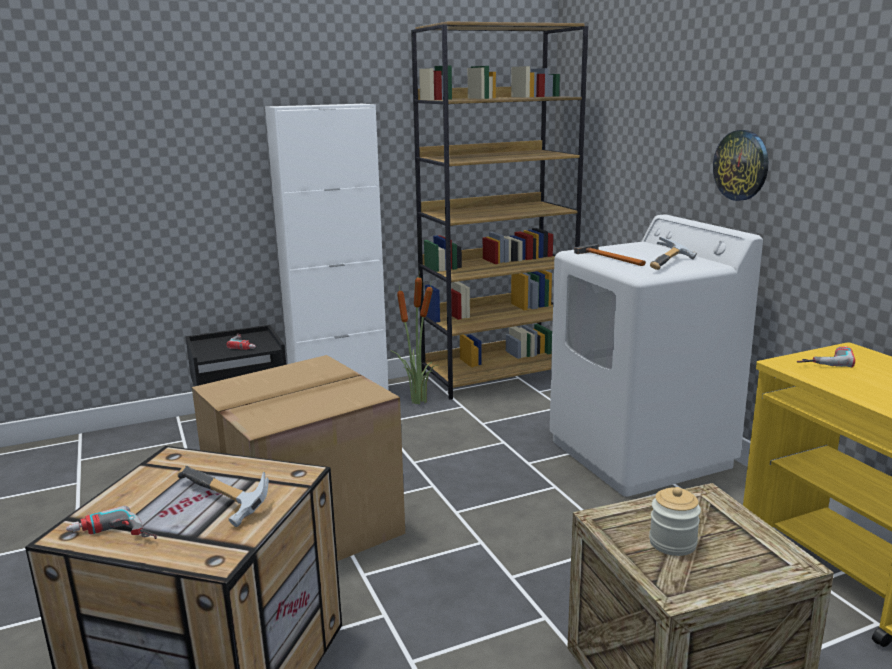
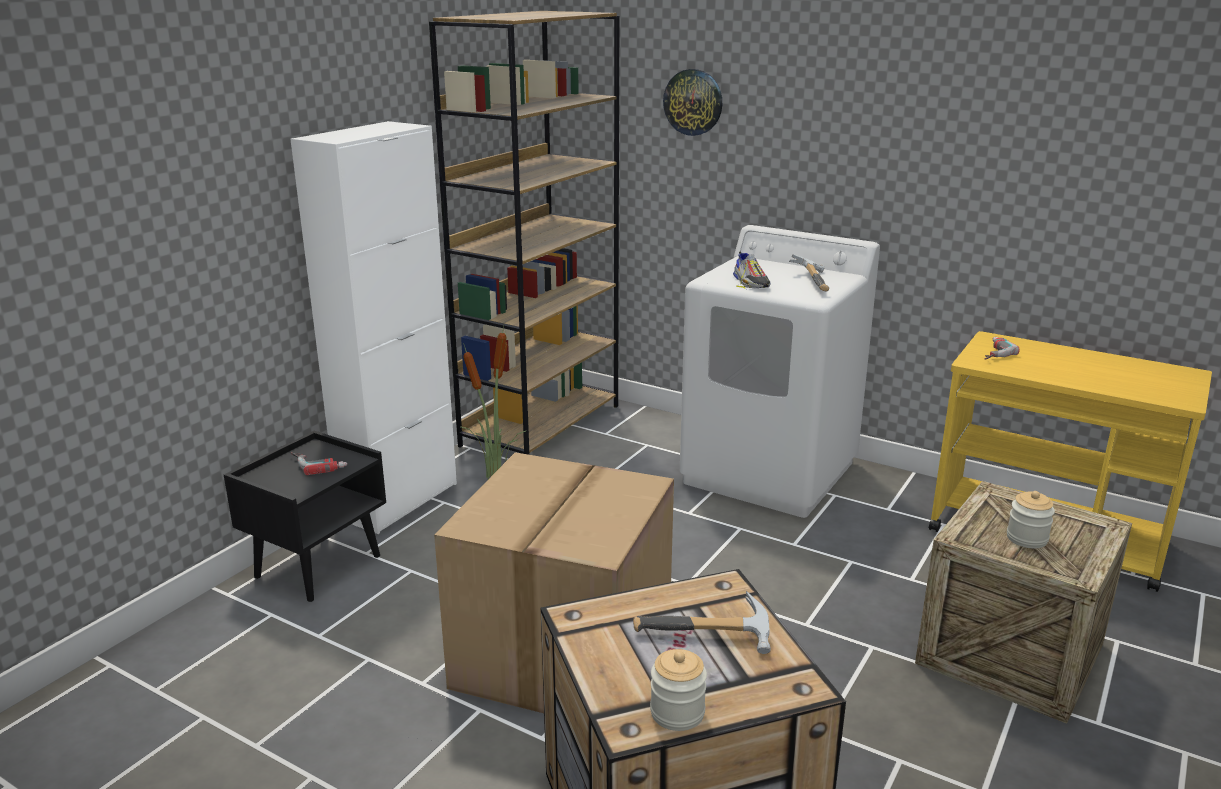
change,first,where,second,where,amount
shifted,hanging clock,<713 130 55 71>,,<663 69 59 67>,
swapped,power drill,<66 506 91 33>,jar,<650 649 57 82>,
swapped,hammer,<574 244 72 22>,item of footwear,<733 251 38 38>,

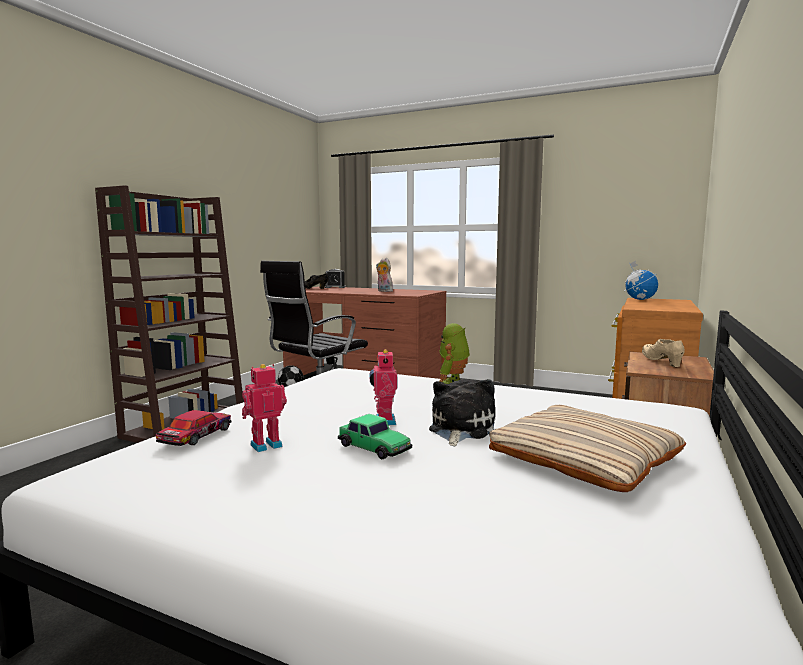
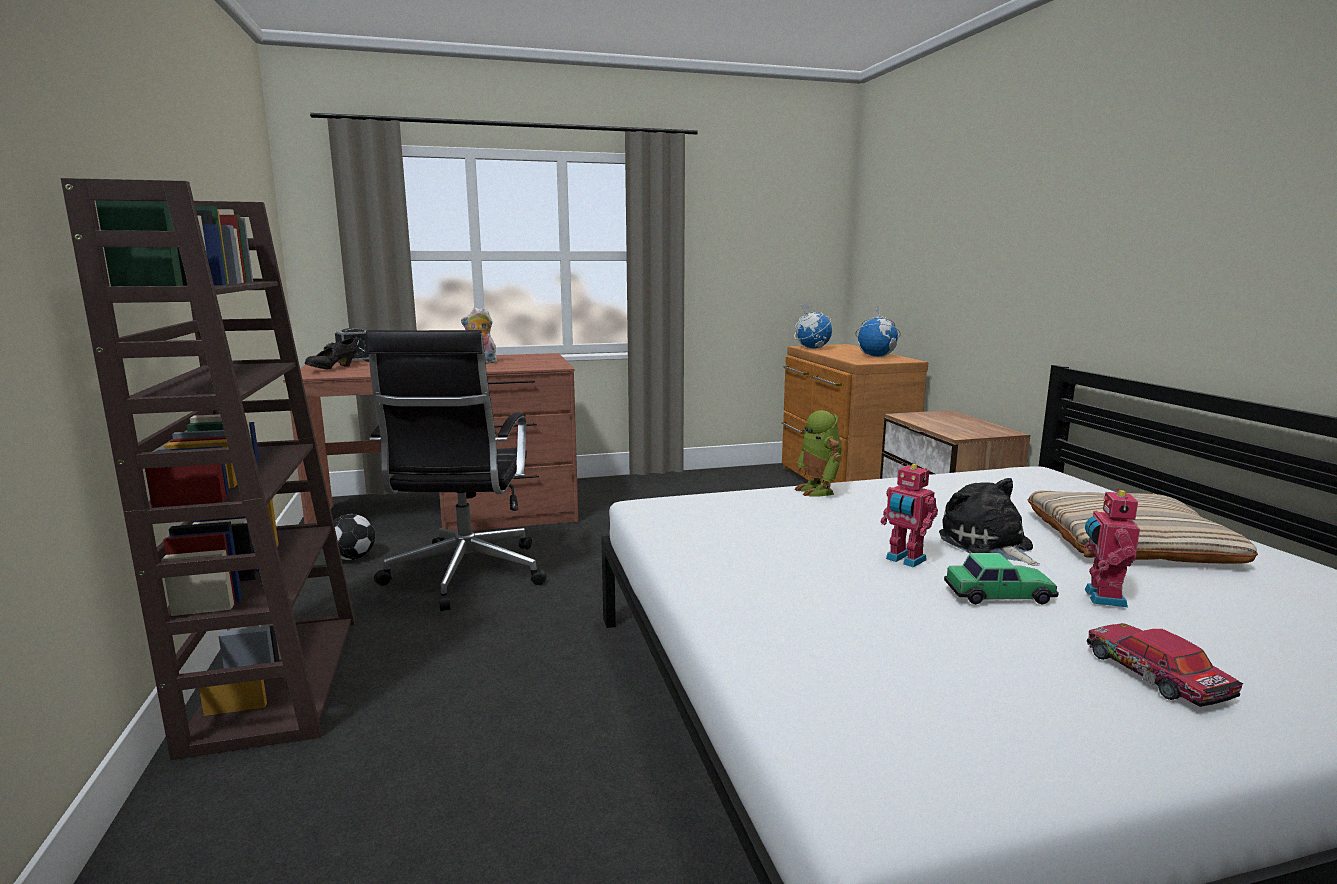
change,first,where,second,where,amount
gone,item of footwear in sand-coloured,<642 339 43 28>,,,
new,,,world globe,<855 305 46 52>,
shifted,miniature car,<156 410 76 36>,,<1087 623 157 84>,
shifted,toy robot,<242 364 45 88>,,<1085 488 55 119>,

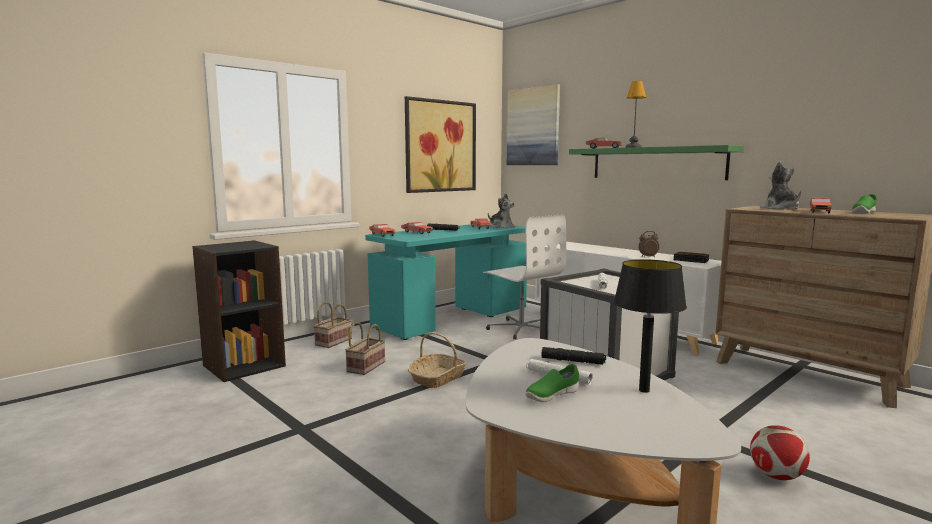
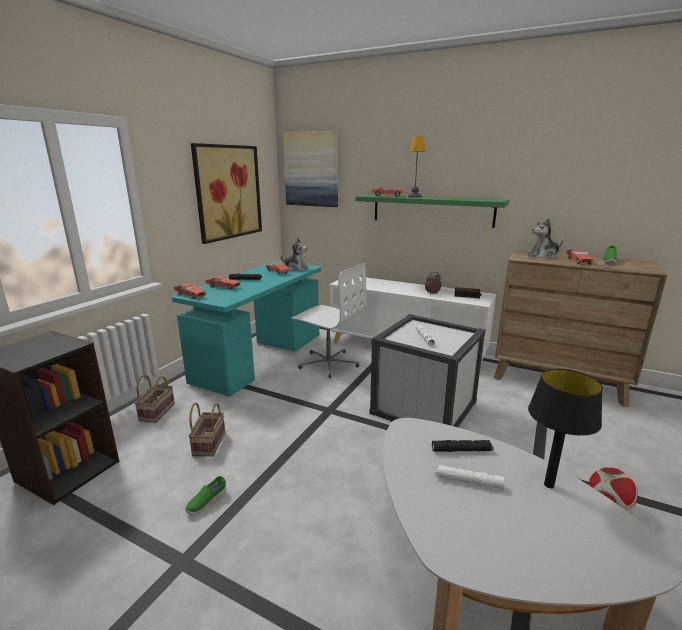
change,first,where,second,where,amount
gone,household basket,<408 332 59 56>,,,
shifted,item of footwear in green,<525 364 54 38>,,<185 476 41 38>,
rotated,cuddly toy,<761 161 40 49>,,<528 218 35 40>,75 degrees counterclockwise

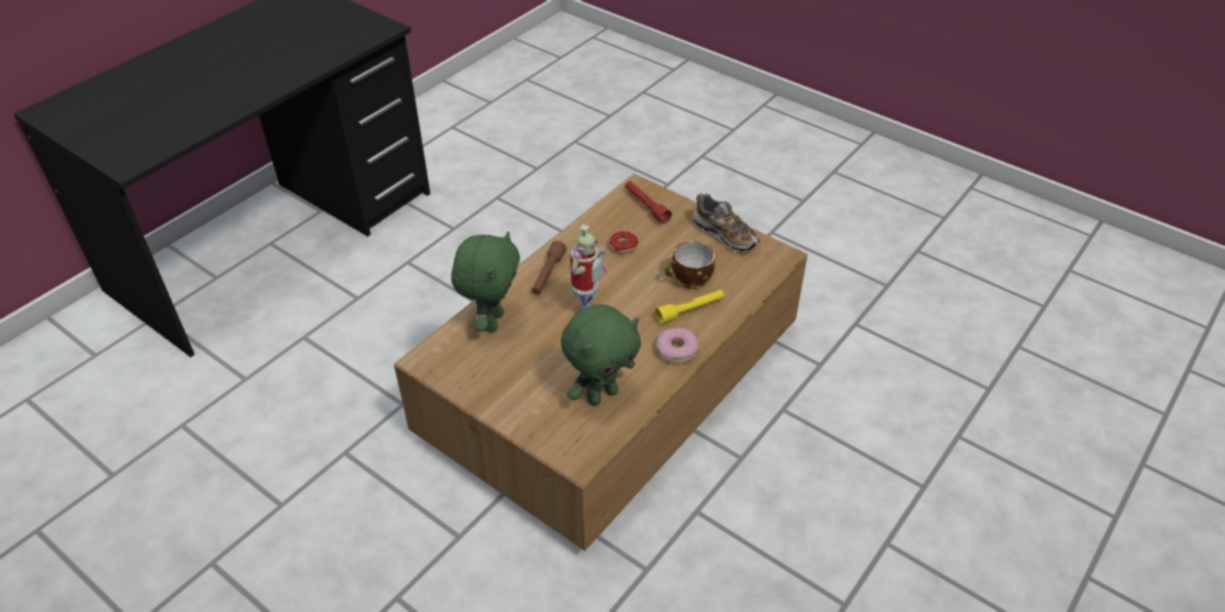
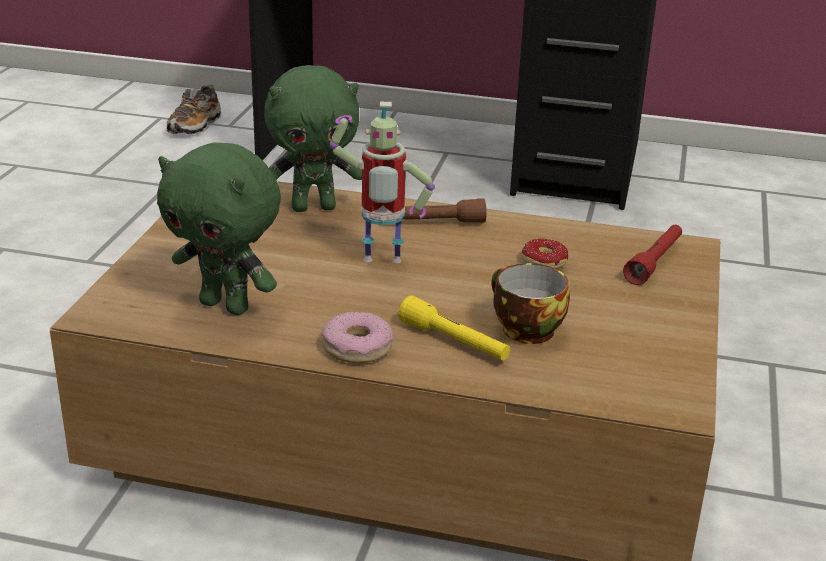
change,first,where,second,where,amount
shifted,item of footwear,<693 193 67 60>,,<167 84 54 51>,

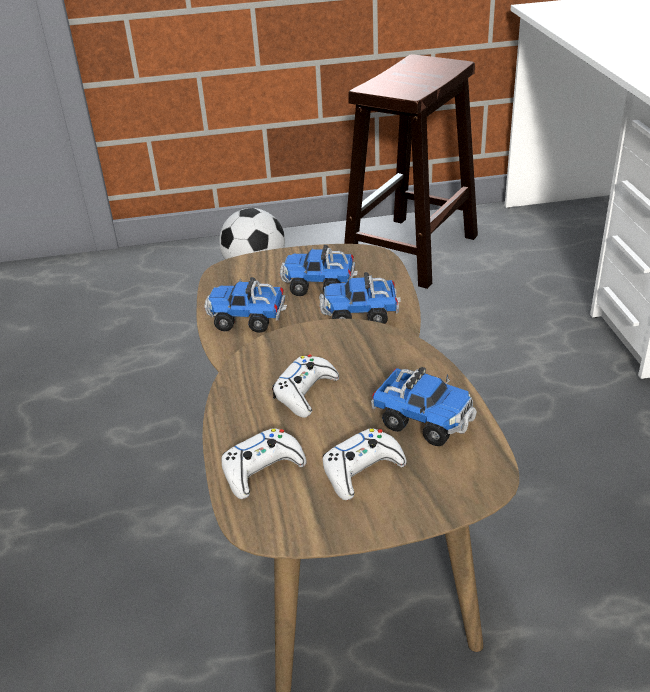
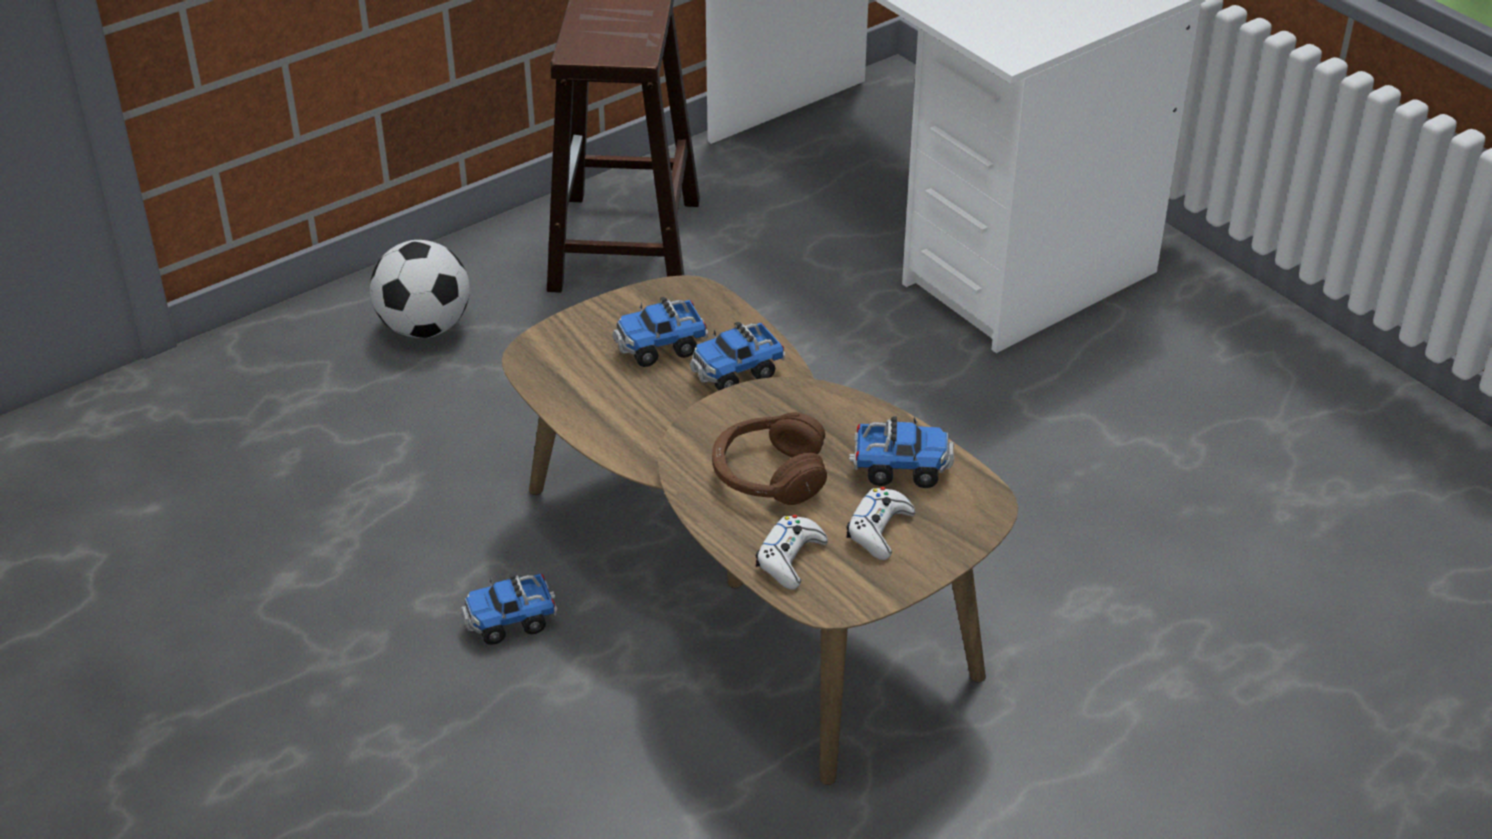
change,first,where,second,where,amount
shifted,toy truck,<204 277 83 56>,,<460 574 97 71>,
swapped,game controller in white,<272 355 67 63>,headset in brown-coloured,<712 412 115 93>,

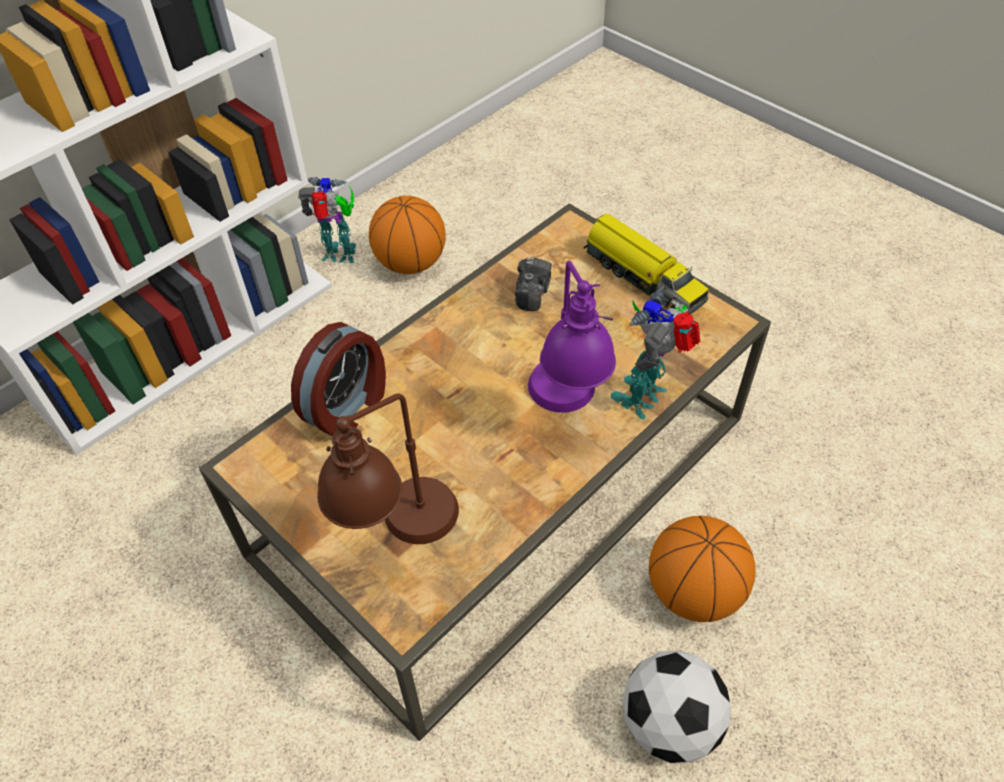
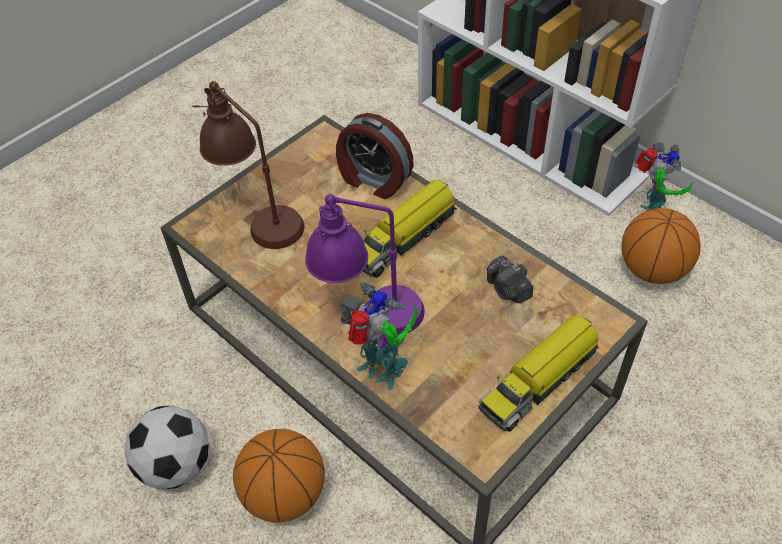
change,first,where,second,where,amount
new,,,toy truck,<363 179 94 99>,
rotated,still camera,<515 257 37 54>,,<487 256 46 47>,45 degrees clockwise

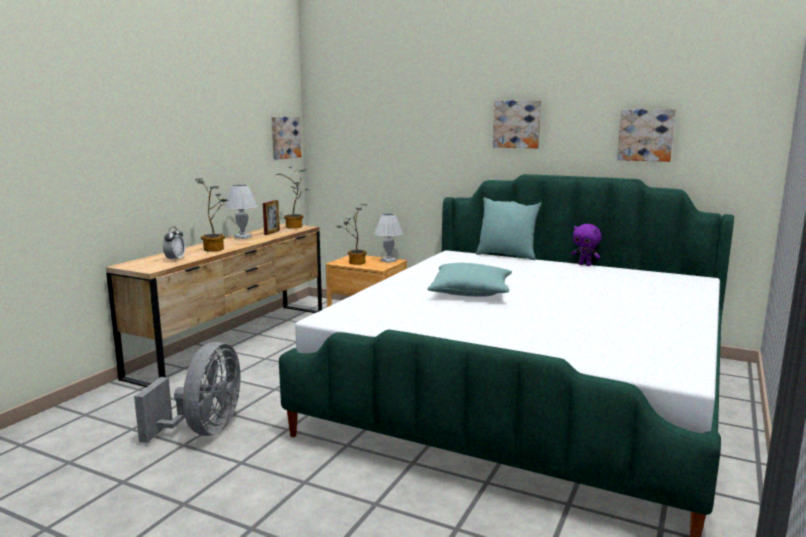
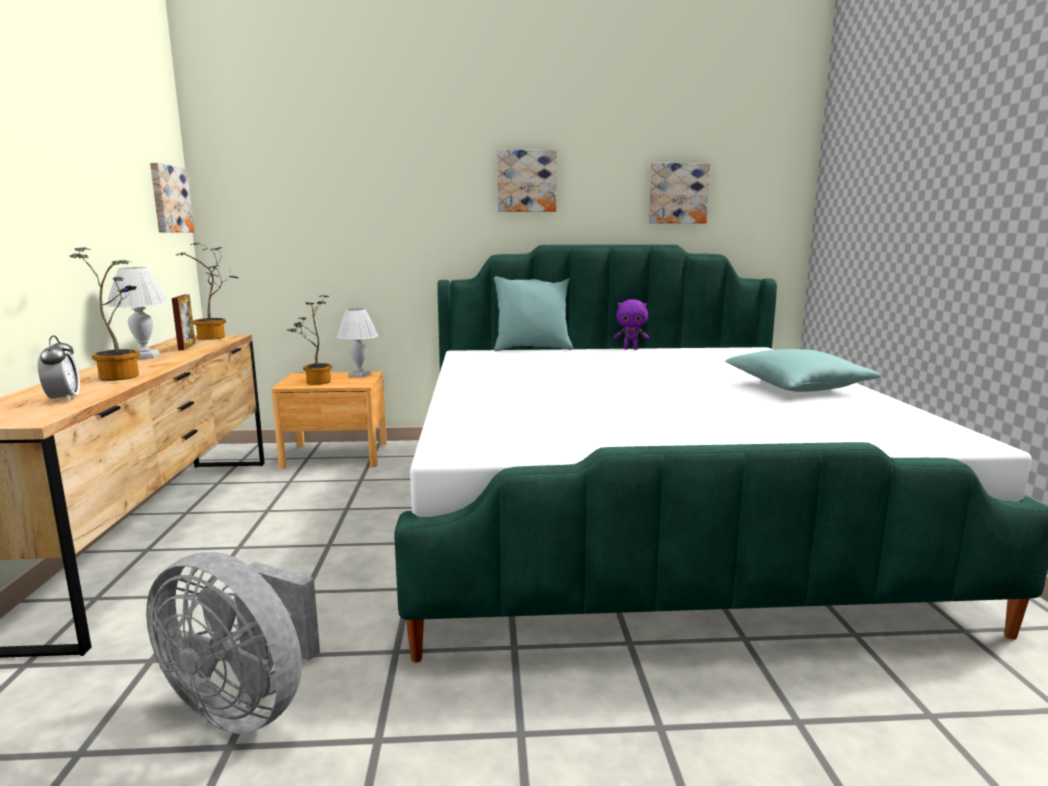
change,first,where,second,where,amount
shifted,pillow in blue-green,<427 263 85 34>,,<725 349 156 43>,
rotated,fan in gray,<134 342 106 101>,,<146 552 174 182>,135 degrees clockwise

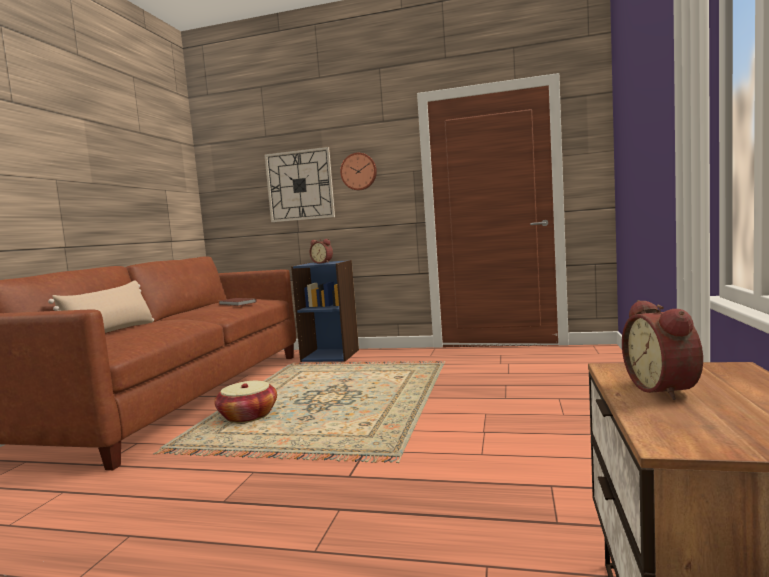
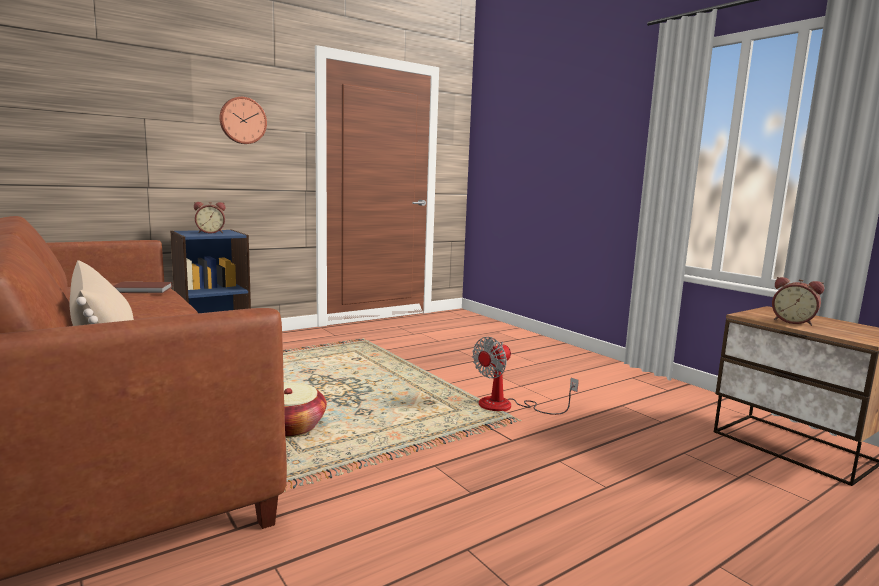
change,first,where,second,where,amount
gone,hanging clock,<264 147 71 75>,,,
new,,,fan,<472 337 107 78>,

